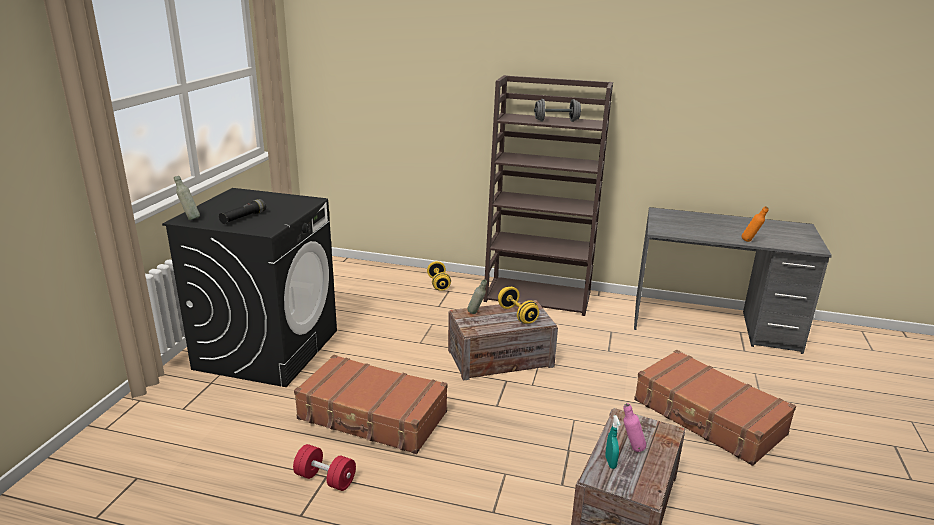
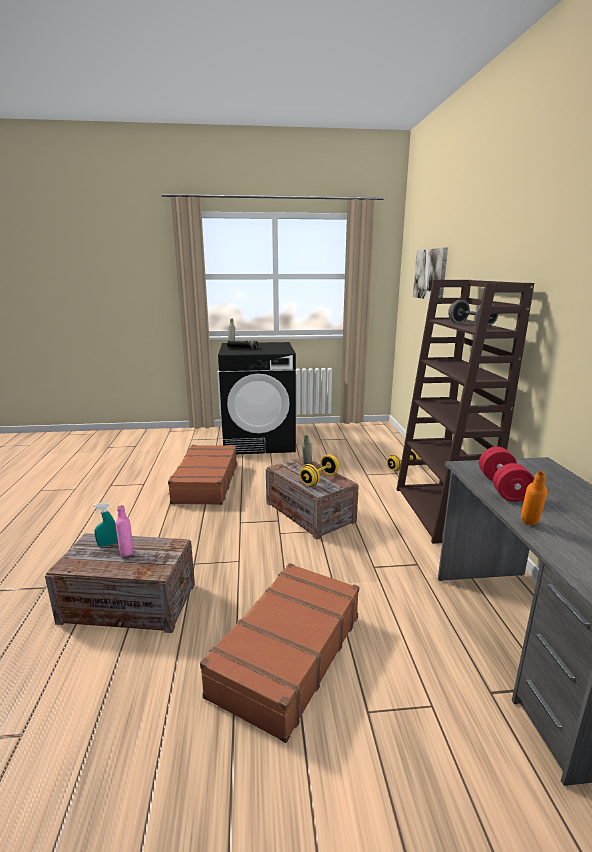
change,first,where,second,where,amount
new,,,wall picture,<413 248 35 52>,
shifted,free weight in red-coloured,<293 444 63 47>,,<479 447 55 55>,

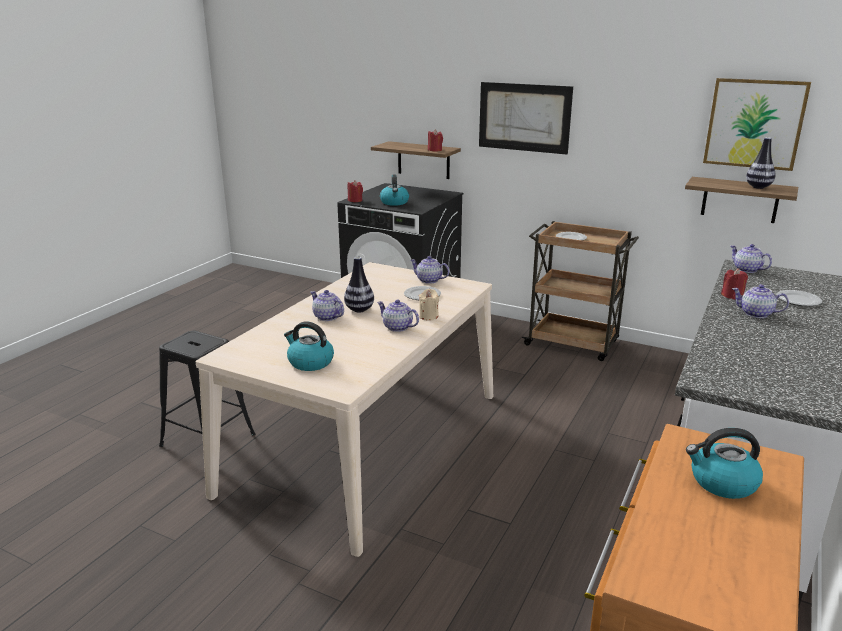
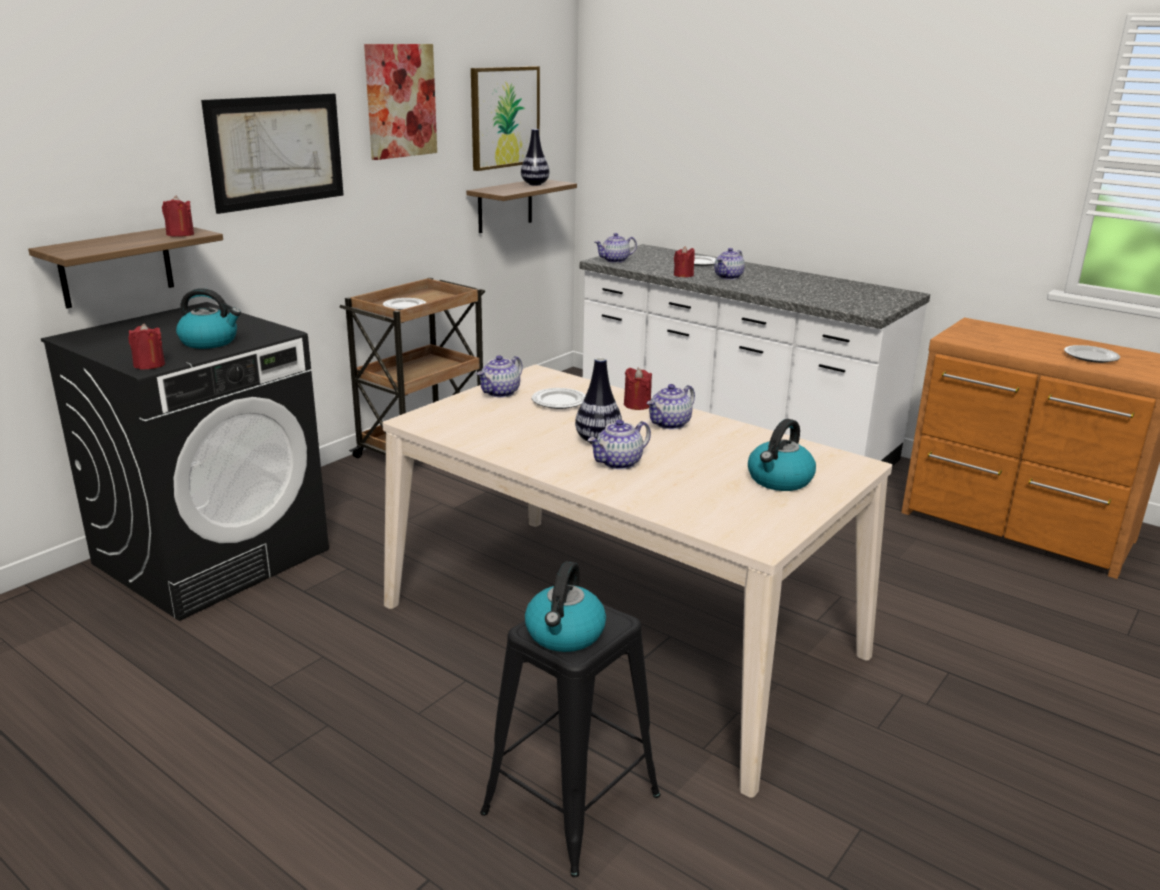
change,first,where,second,where,amount
new,,,wall picture,<364 44 73 116>,
new,,,dinner plate,<1064 345 56 18>,
shifted,kettle,<686 428 77 71>,,<525 561 81 91>,
repainted,wax light in sand-coloured,<419 289 20 31>,wax light in red-coloured,<624 368 28 42>,

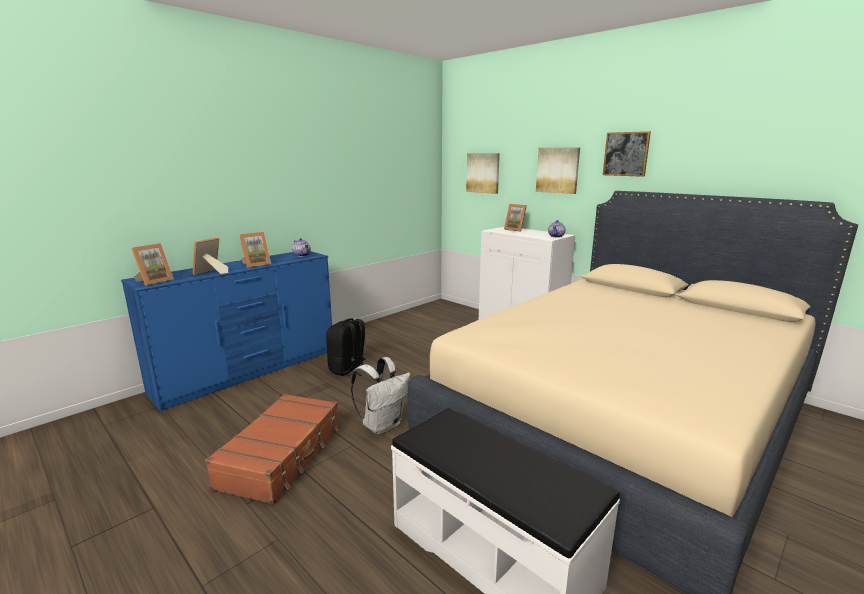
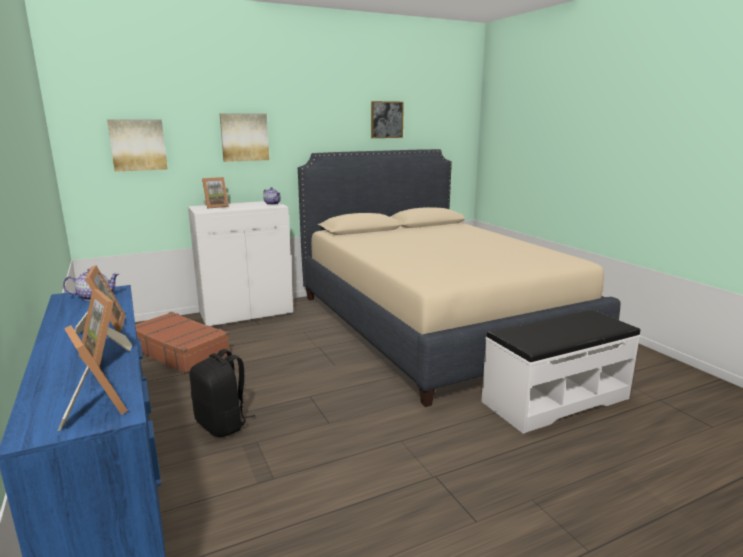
change,first,where,second,where,amount
gone,knapsack in white,<351 357 60 77>,,,
shifted,suitcase in brown-coloured,<205 394 134 110>,,<135 312 95 62>,
shifted,wall picture,<603 131 48 46>,,<371 101 33 37>,

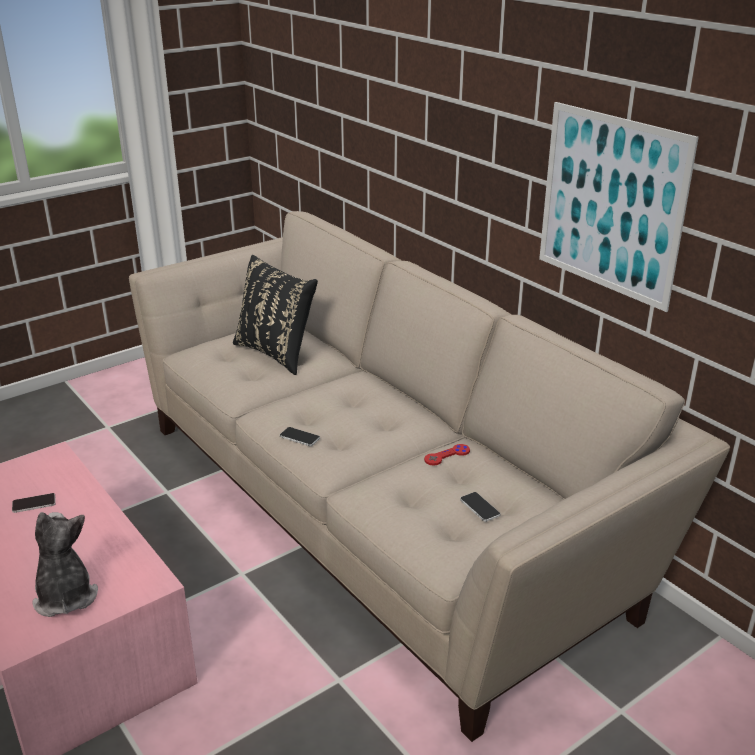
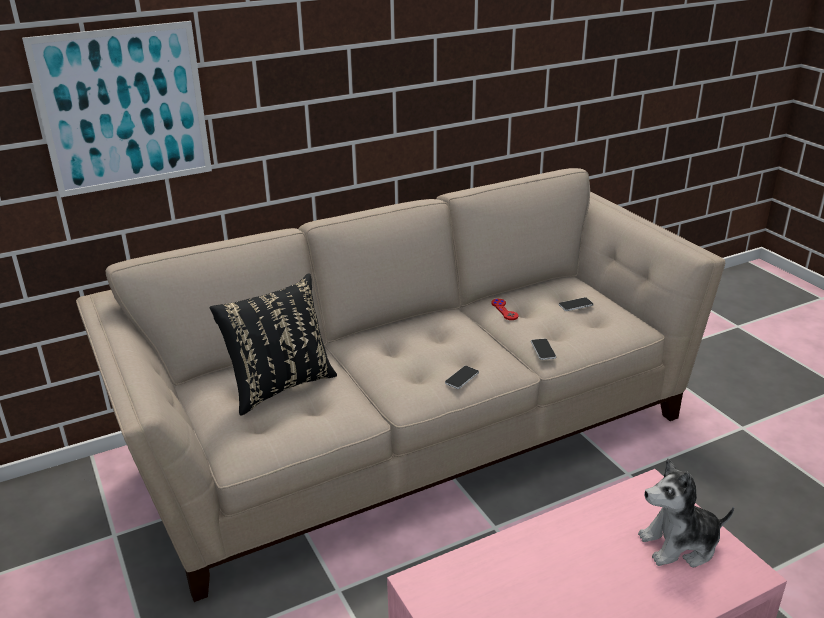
change,first,where,second,where,amount
shifted,handset,<12 493 44 20>,,<531 339 25 21>,
shifted,wall picture,<539 102 160 210>,,<22 21 190 177>,

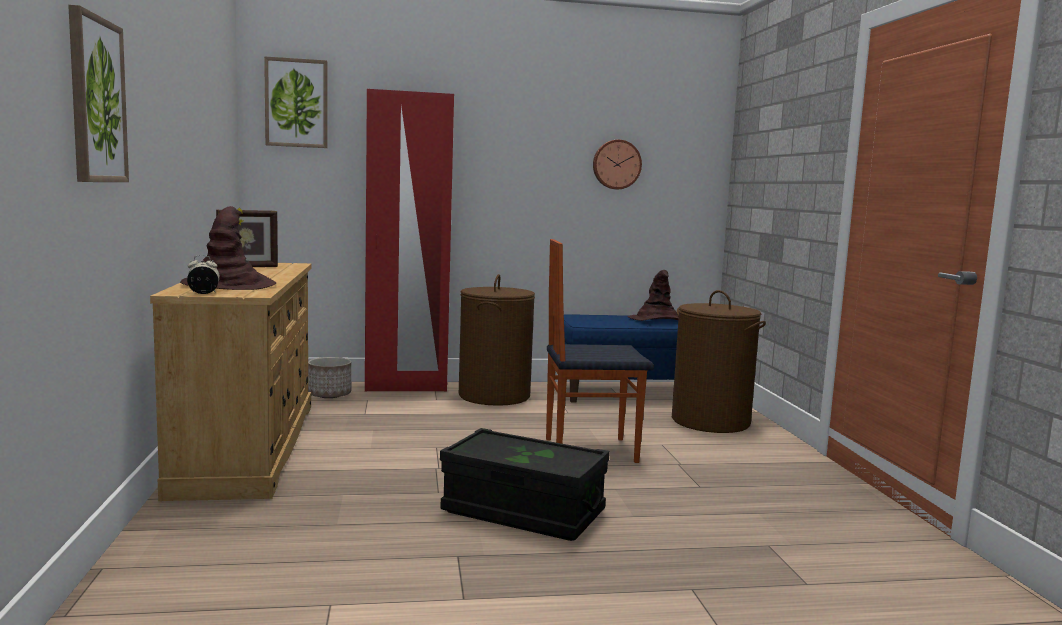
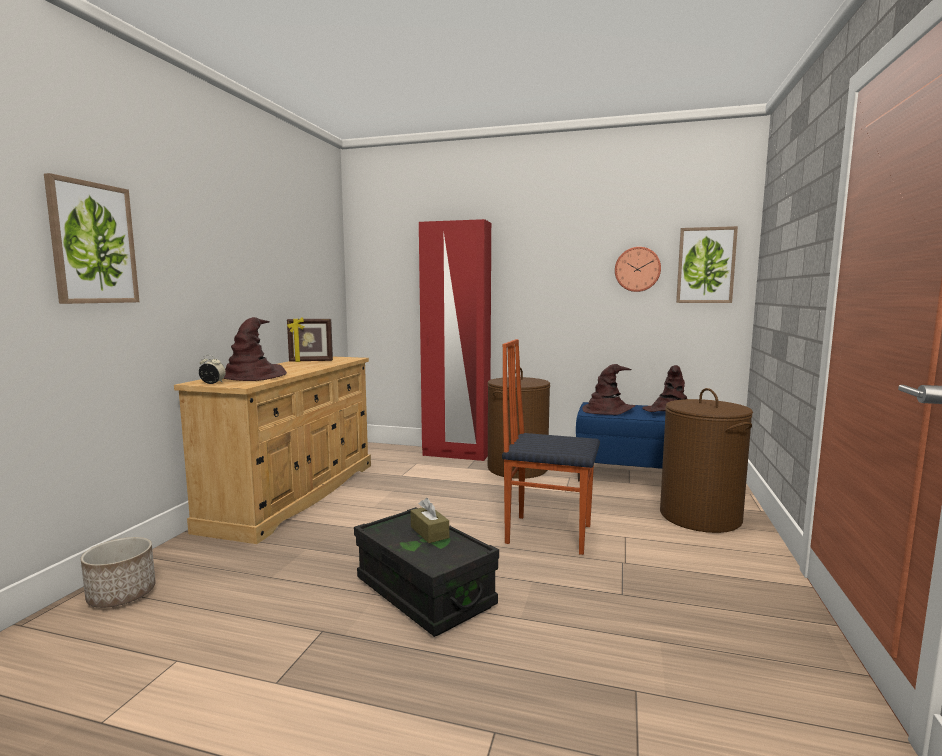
change,first,where,second,where,amount
new,,,box of tissues in brown-coloured,<411 498 38 45>,
new,,,wearable hat in brown-coloured,<582 364 54 51>,
shifted,wall picture,<264 56 63 92>,,<676 226 62 77>,
shifted,flower pot,<308 357 44 41>,,<81 537 74 71>,

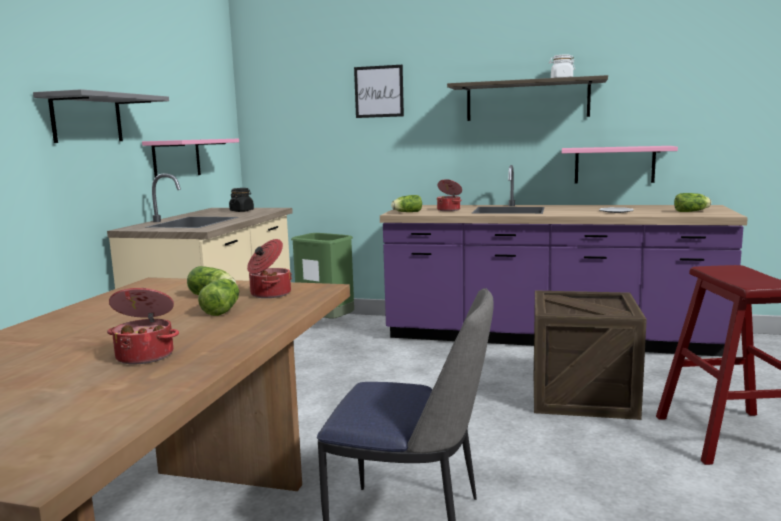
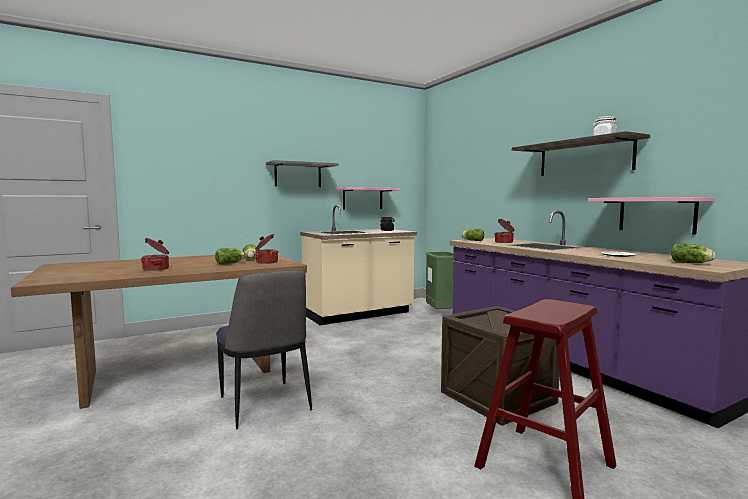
change,first,where,second,where,amount
gone,wall picture,<354 65 50 53>,,,

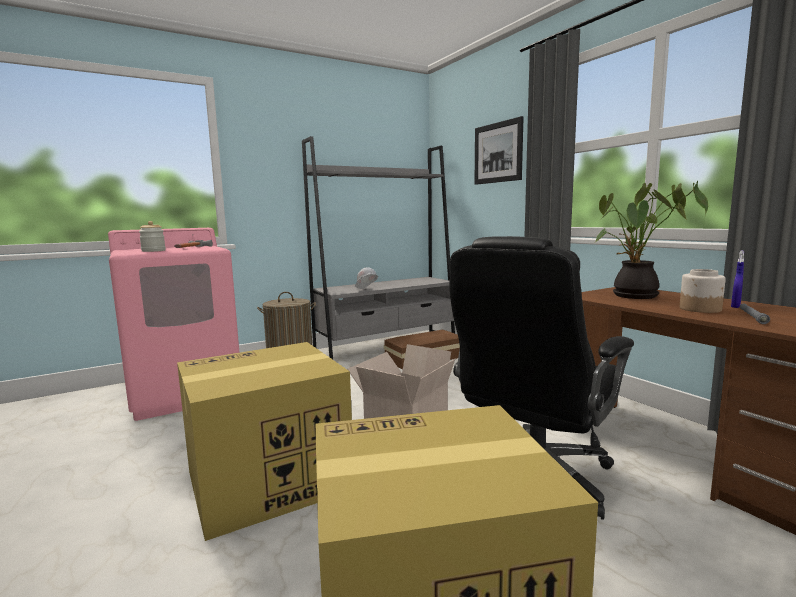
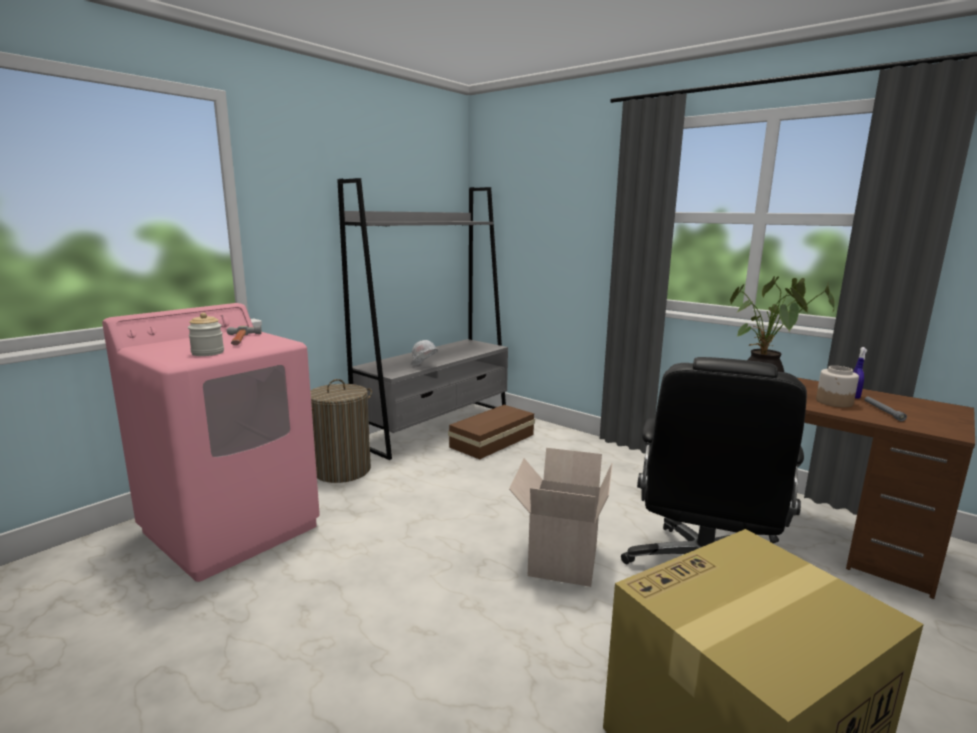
change,first,where,second,where,amount
gone,packing box,<177 342 175 199>,,,
gone,wall picture,<475 116 49 69>,,,

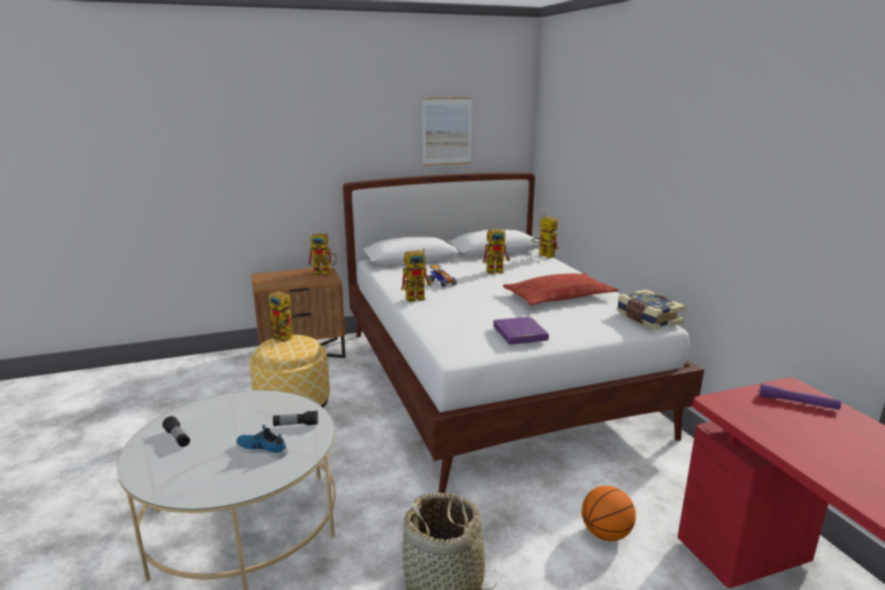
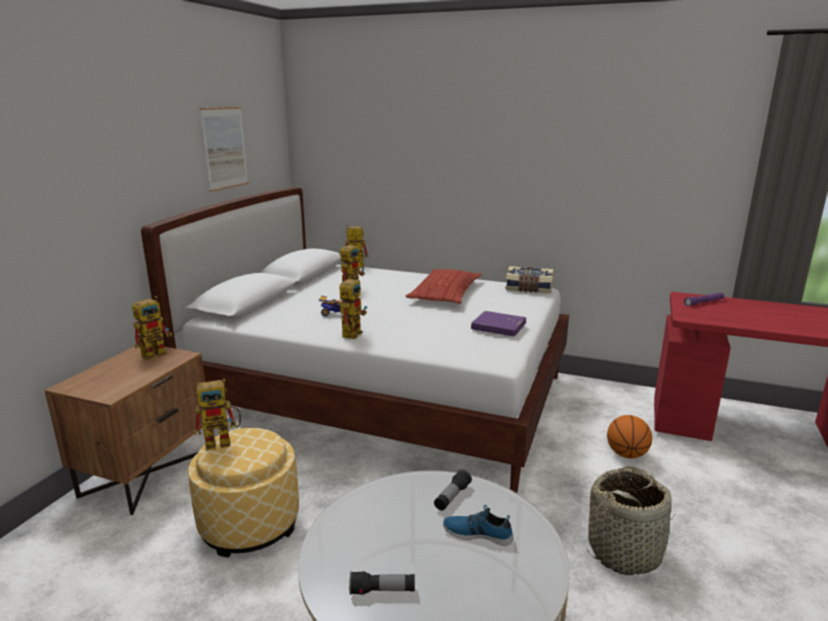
change,first,where,second,where,amount
rotated,item of footwear,<236 425 52 34>,,<443 505 71 41>,45 degrees clockwise

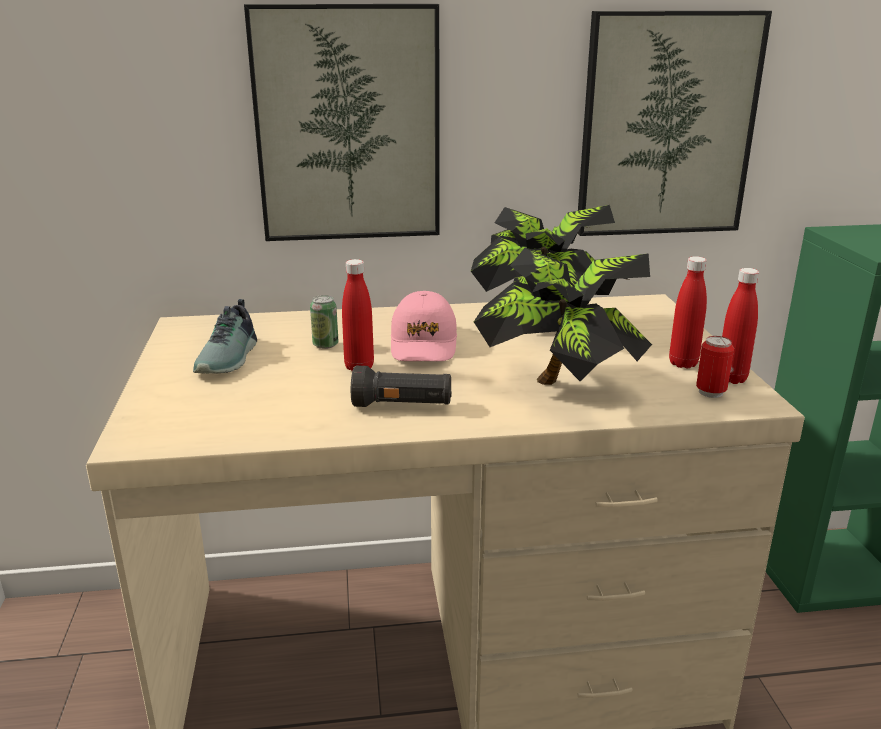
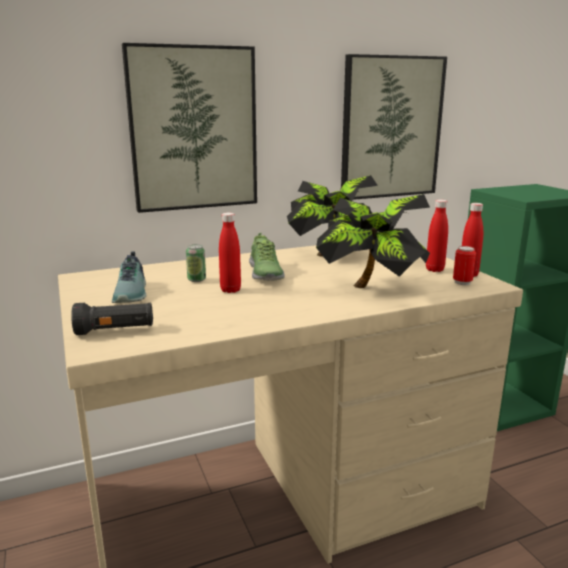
change,first,where,second,where,amount
shifted,flashlight in black,<351 365 101 42>,,<71 303 82 32>,
swapped,baseball cap in pink,<391 291 66 70>,item of footwear,<249 232 36 49>,

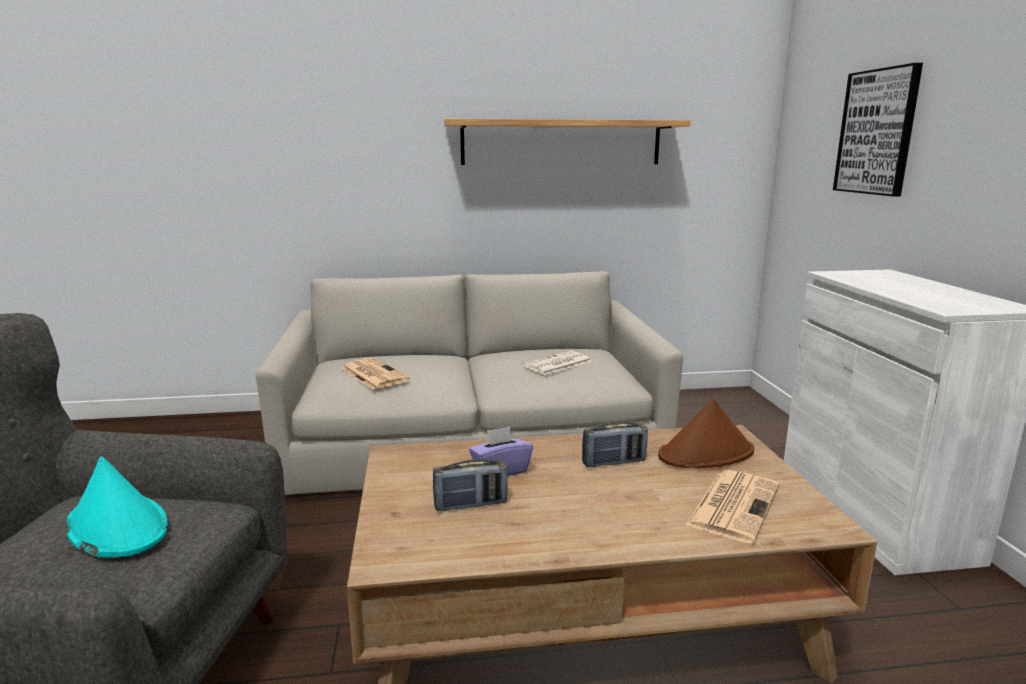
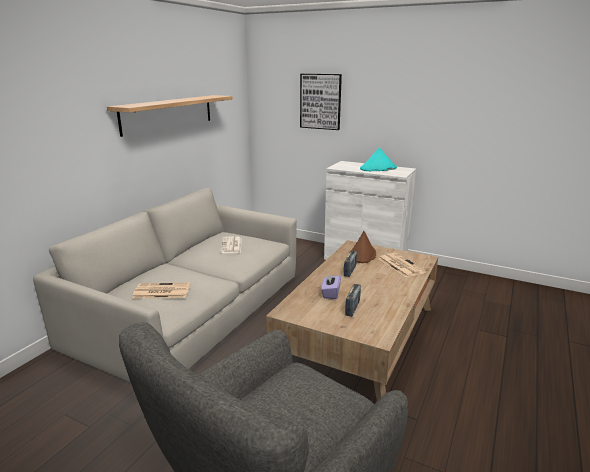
change,first,where,second,where,amount
shifted,wearable hat in blue-green,<67 456 101 102>,,<360 147 37 24>,

